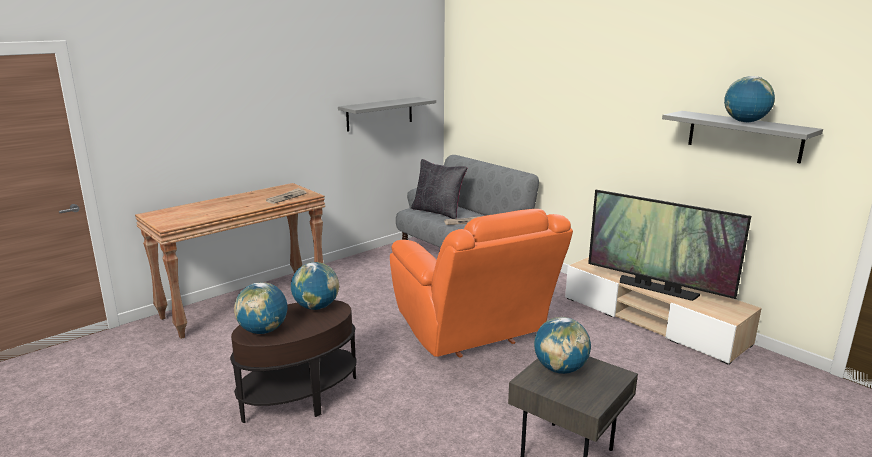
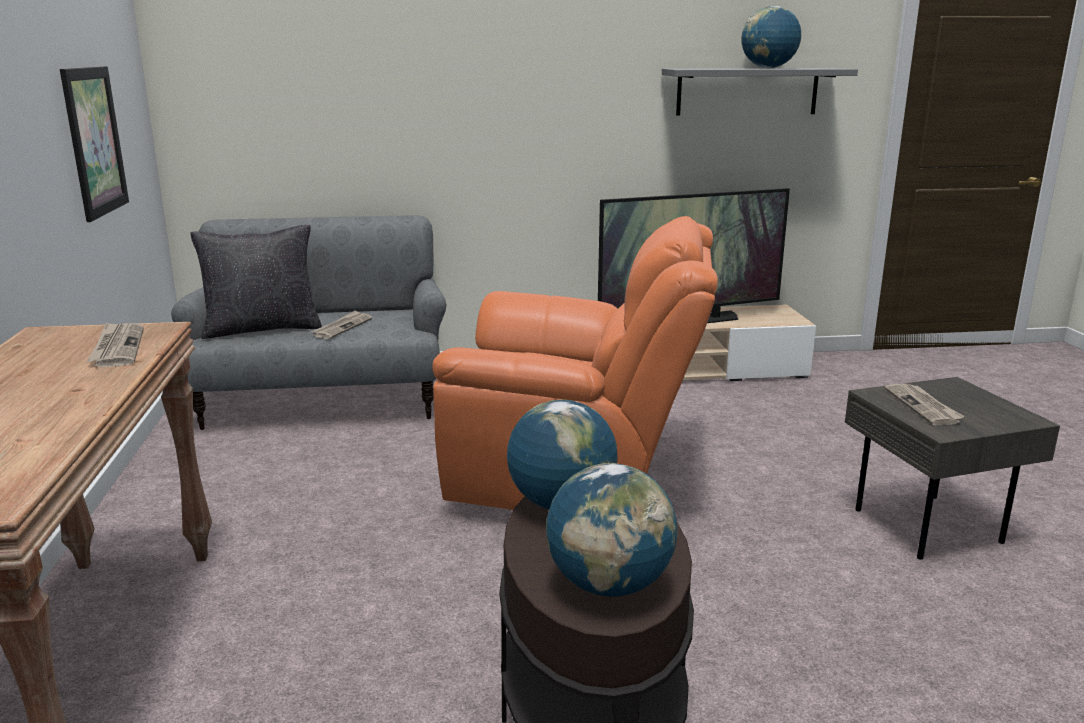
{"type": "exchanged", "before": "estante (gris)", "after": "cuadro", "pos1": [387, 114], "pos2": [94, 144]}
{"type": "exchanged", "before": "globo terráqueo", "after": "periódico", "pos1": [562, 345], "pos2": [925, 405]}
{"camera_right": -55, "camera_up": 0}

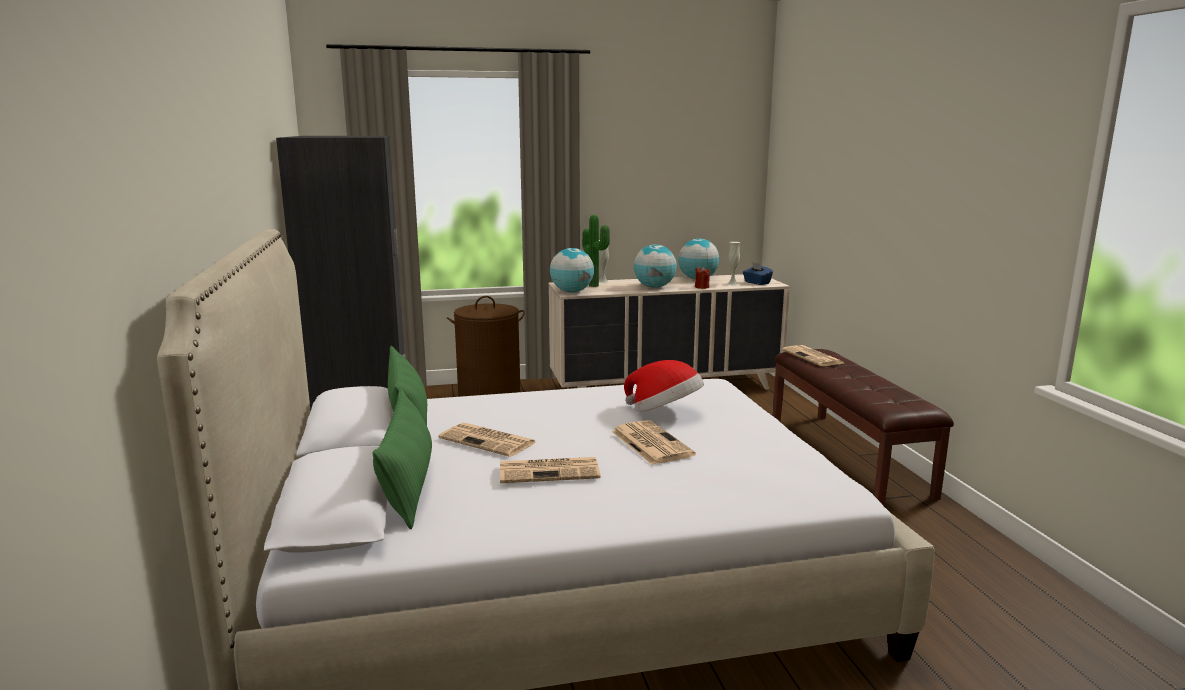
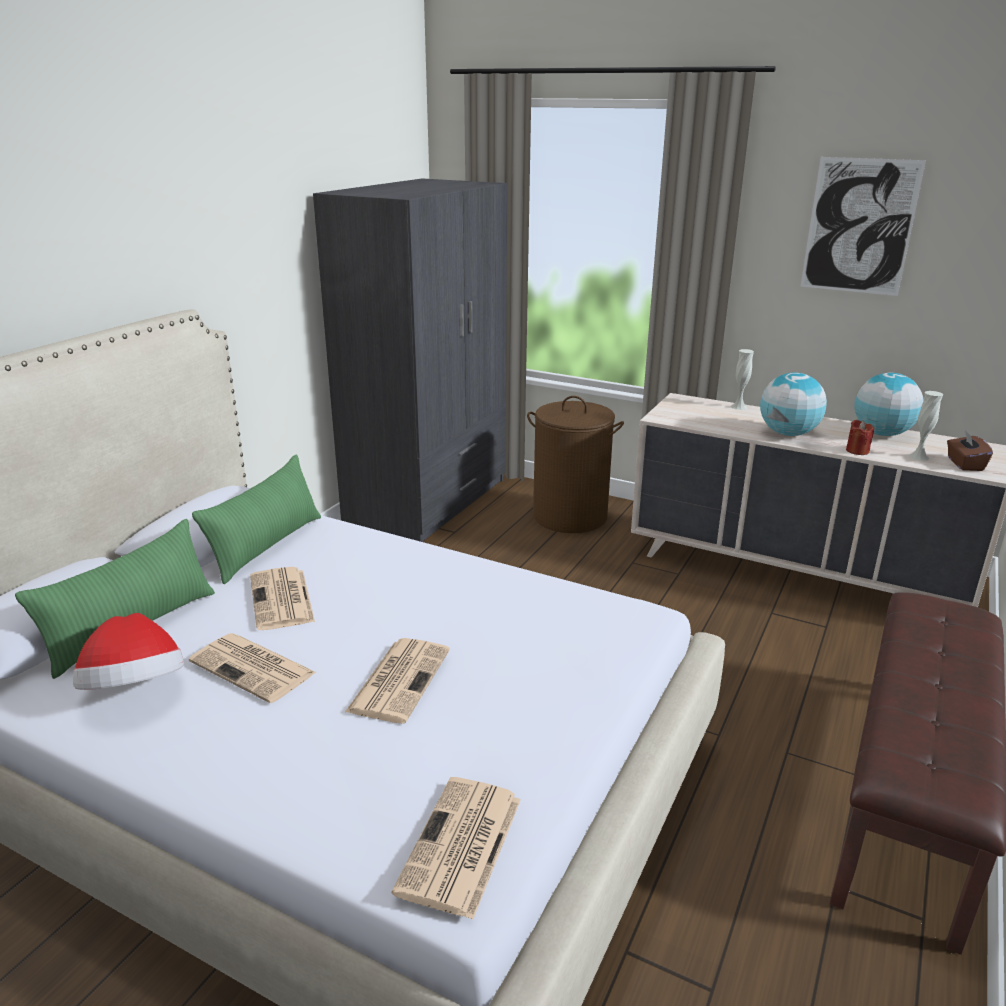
{"type": "missing", "before": "globo terráqueo", "pos1": [572, 270]}
{"type": "missing", "before": "planta en maceta", "pos1": [596, 251]}
{"type": "appeared", "after": "cuadro", "pos2": [863, 226]}
{"type": "relocated", "before": "sombrero", "pos1": [664, 386], "pos2": [128, 651]}
{"type": "relocated", "before": "periódico", "pos1": [812, 355], "pos2": [456, 848]}
{"type": "colour", "before": "caja de pañuelos (azul)", "after": "caja de pañuelos (marrón)", "pos1": [758, 273], "pos2": [970, 450]}
{"camera_right": 40, "camera_up": 10}

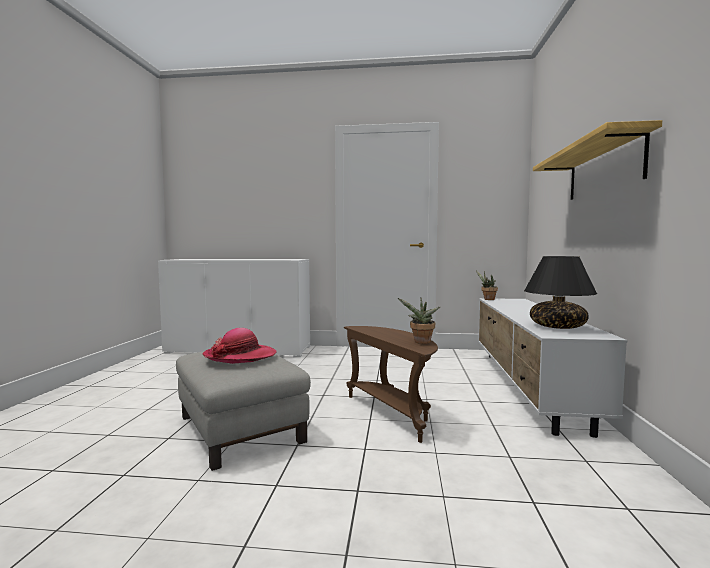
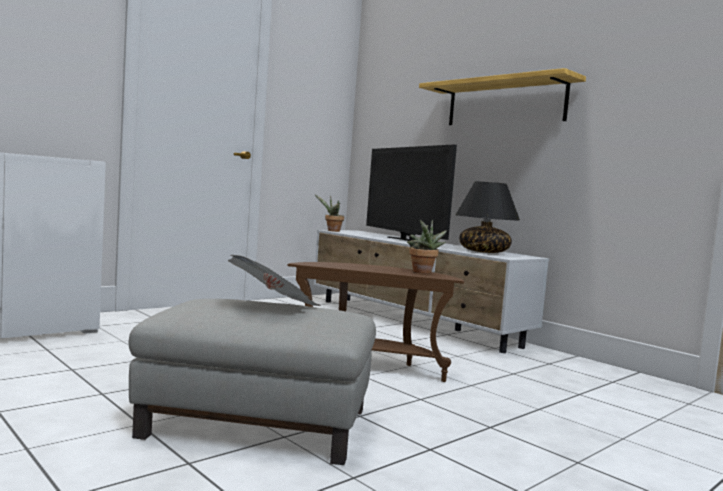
{"type": "appeared", "after": "televisor", "pos2": [411, 193]}
{"type": "exchanged", "before": "sombrero", "after": "periódico", "pos1": [239, 346], "pos2": [274, 280]}
{"camera_right": -50, "camera_up": 0}

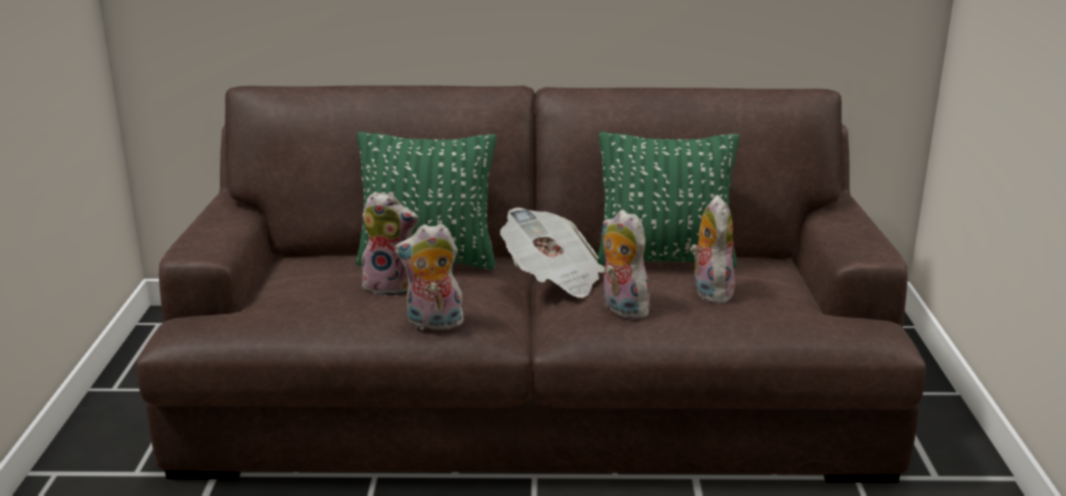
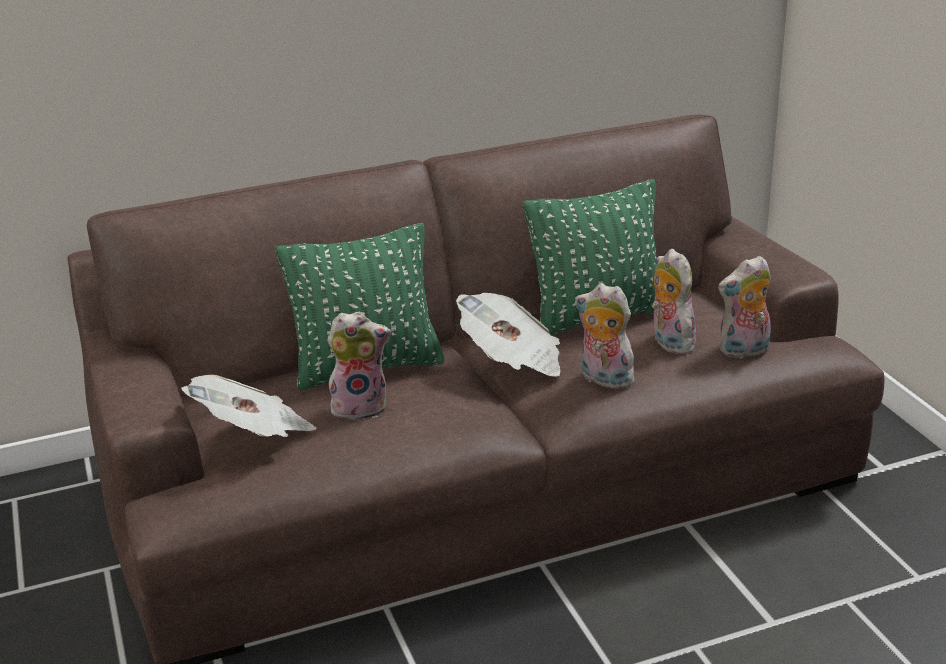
{"type": "appeared", "after": "periódico", "pos2": [248, 406]}
{"type": "relocated", "before": "peluche", "pos1": [429, 277], "pos2": [744, 307]}
{"camera_right": -20, "camera_up": 5}

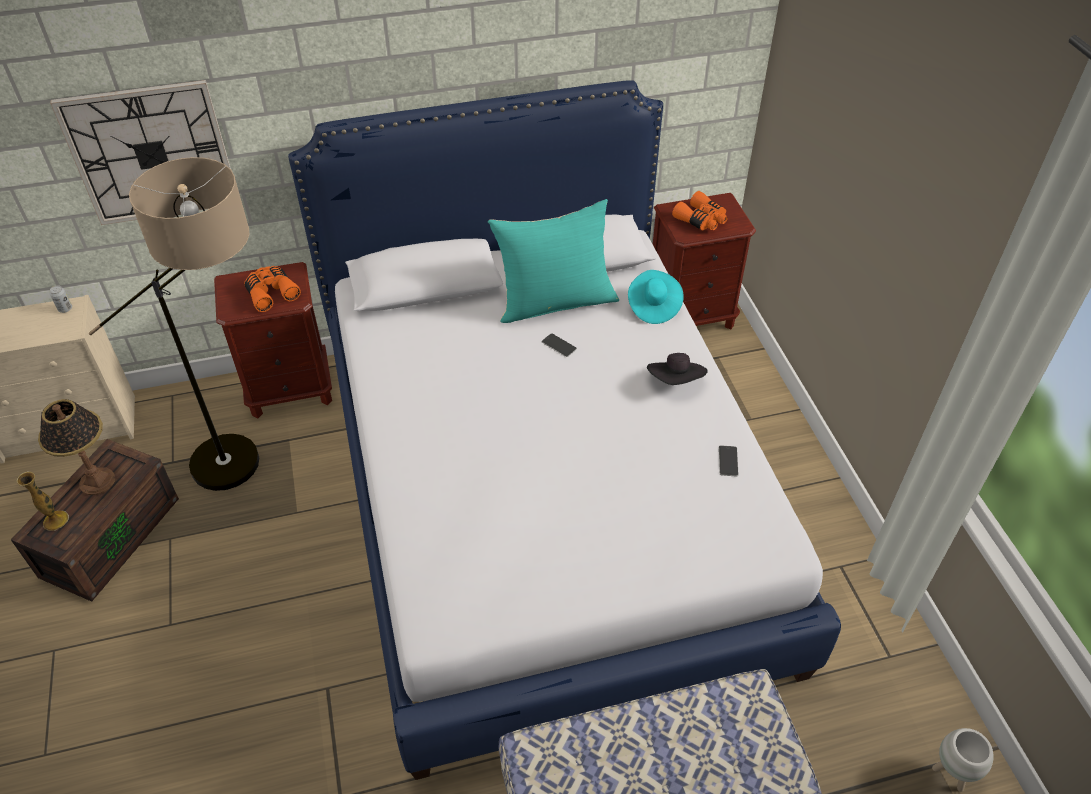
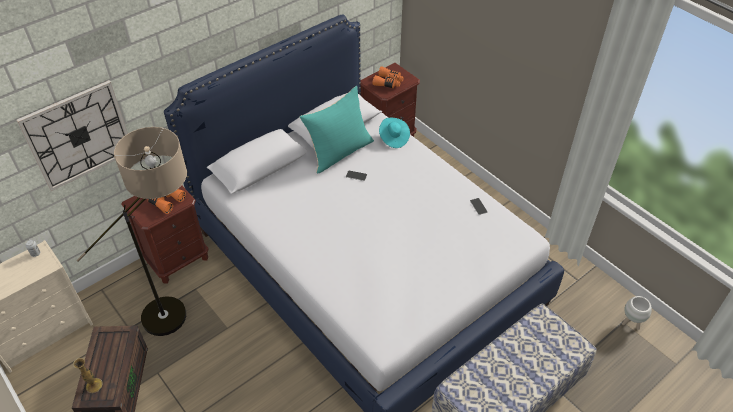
{"type": "missing", "before": "lámpara de mesa", "pos1": [76, 447]}
{"type": "missing", "before": "sombrero (negro)", "pos1": [677, 369]}
{"camera_right": -25, "camera_up": 0}

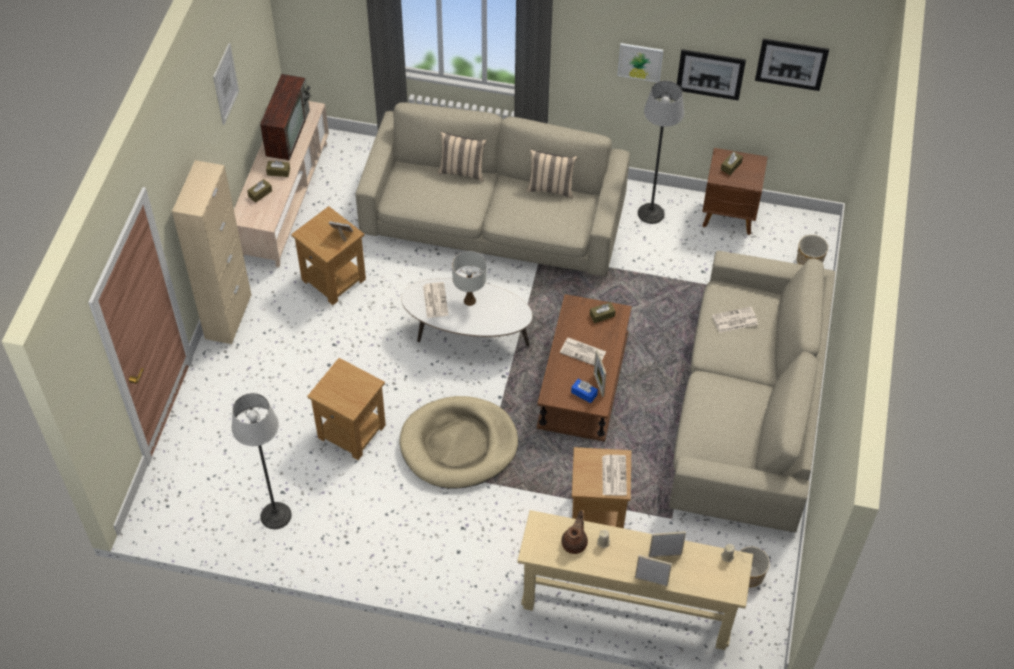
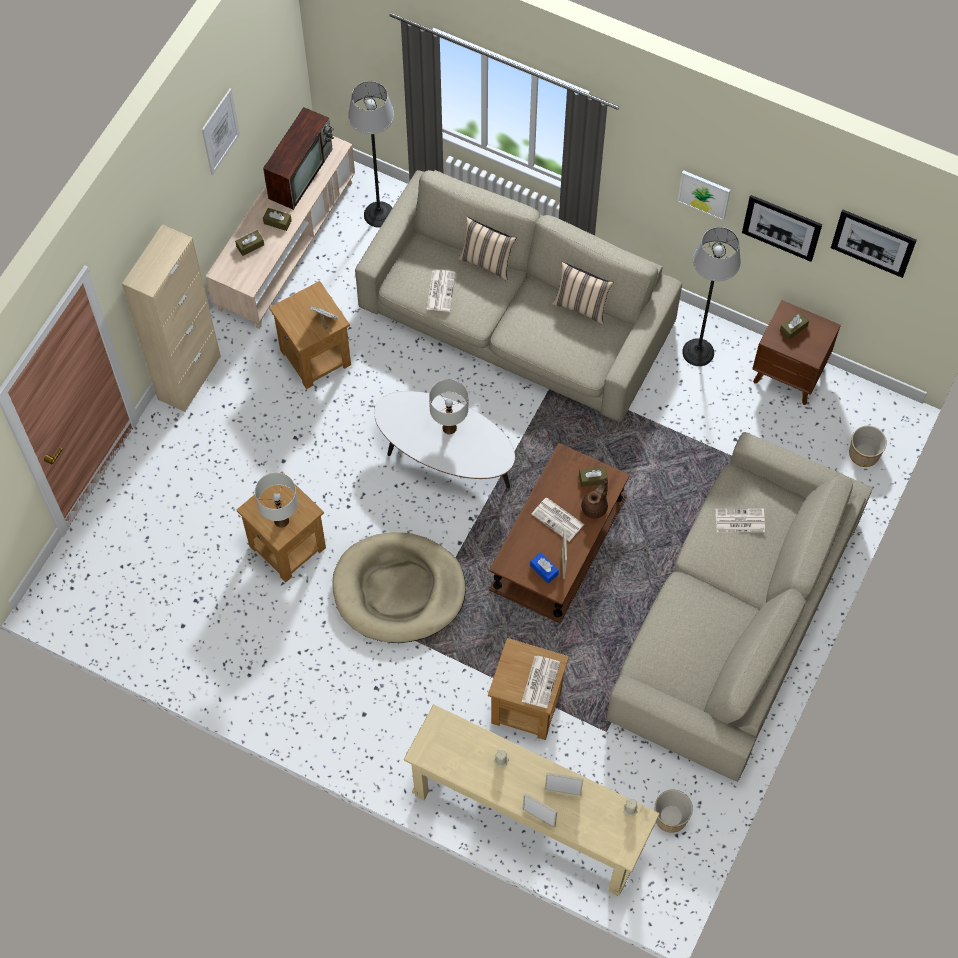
{"type": "appeared", "after": "lámpara de mesa (blanco)", "pos2": [276, 500]}
{"type": "relocated", "before": "lámpara de pie", "pos1": [262, 461], "pos2": [371, 154]}
{"type": "relocated", "before": "periódico", "pos1": [435, 300], "pos2": [441, 291]}
{"type": "relocated", "before": "tetera (marrón)", "pos1": [574, 532], "pos2": [594, 498]}
{"camera_right": 15, "camera_up": 10}

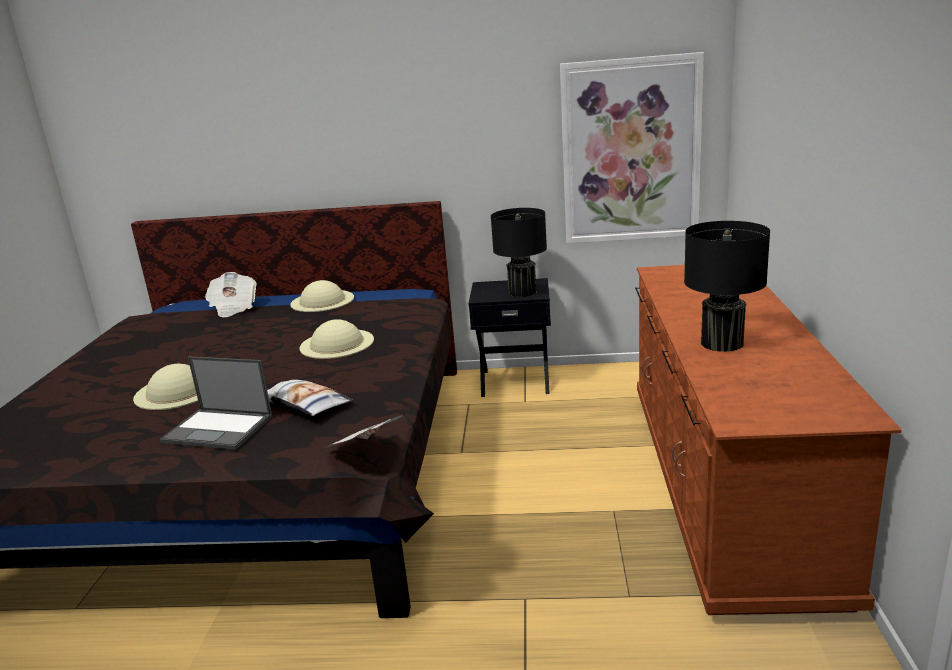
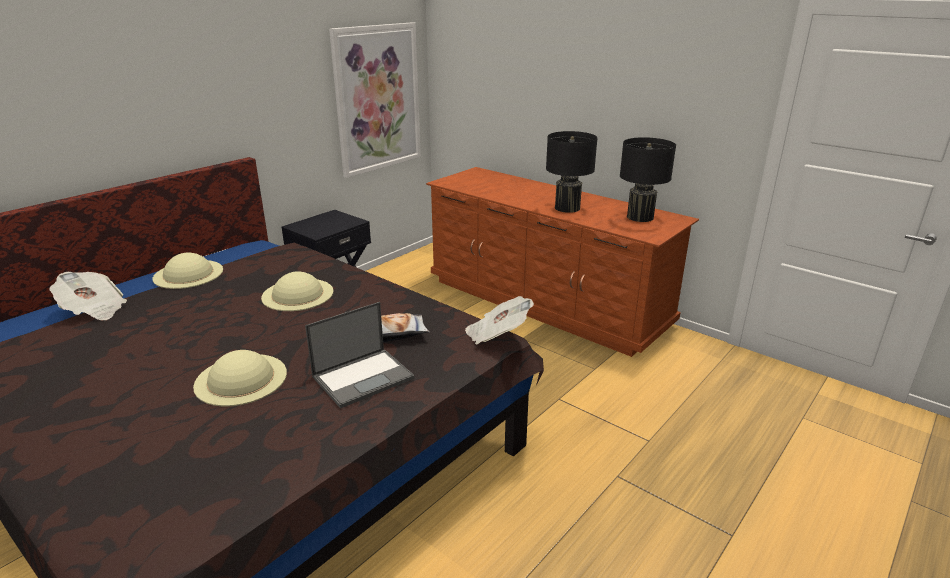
{"type": "relocated", "before": "lámpara de mesa (negro)", "pos1": [519, 252], "pos2": [648, 179]}
{"camera_right": -55, "camera_up": 5}

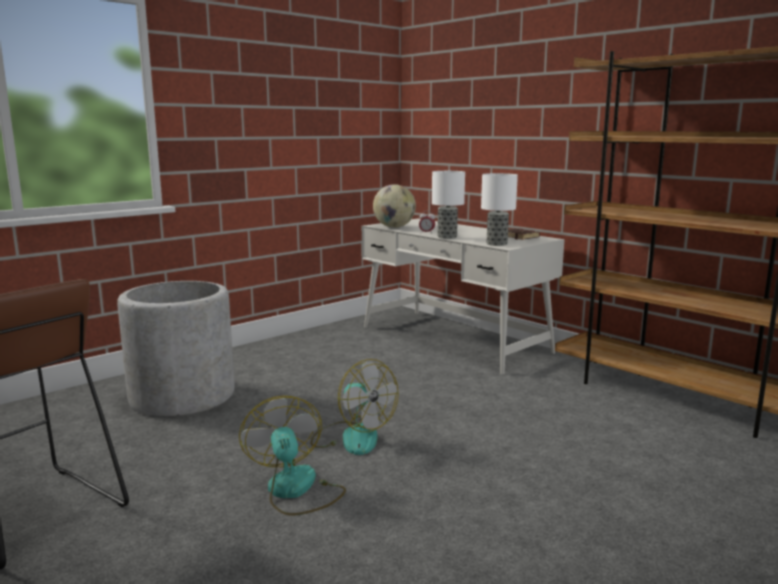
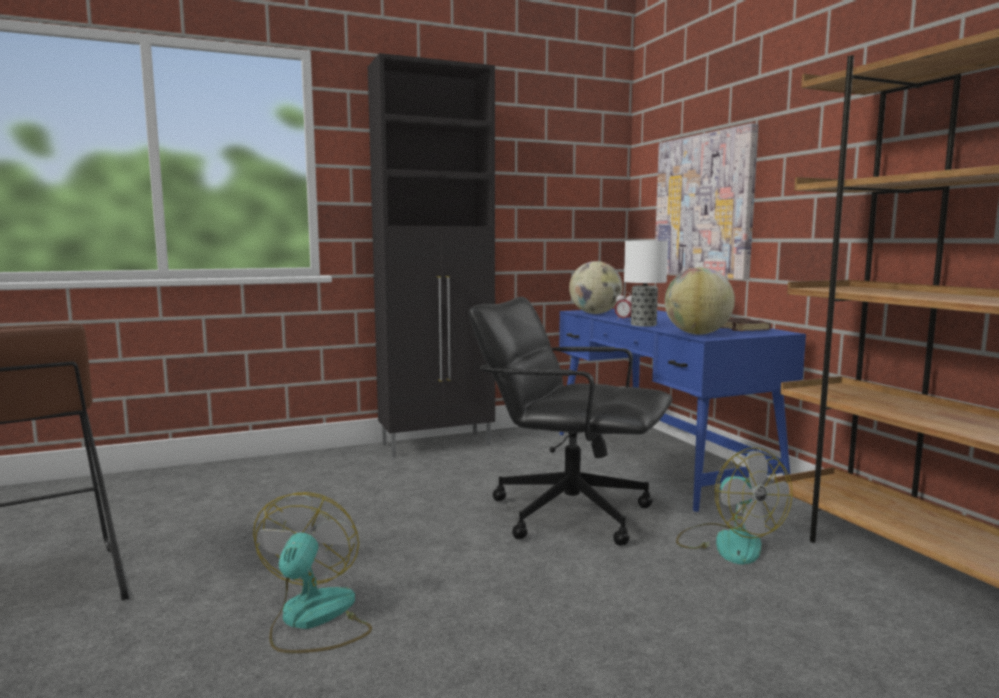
{"type": "missing", "before": "maceta (gris)", "pos1": [175, 348]}
{"type": "appeared", "after": "armario (negro)", "pos2": [431, 255]}
{"type": "appeared", "after": "silla de oficina (negro)", "pos2": [571, 421]}
{"type": "appeared", "after": "cuadro", "pos2": [707, 201]}
{"type": "relocated", "before": "ventilador", "pos1": [355, 407], "pos2": [734, 506]}
{"type": "exchanged", "before": "lámpara de mesa", "after": "globo terráqueo", "pos1": [499, 209], "pos2": [700, 301]}
{"type": "colour", "before": "escritorio (blanco)", "after": "escritorio (azul)", "pos1": [463, 296], "pos2": [682, 410]}
{"camera_right": 20, "camera_up": -5}

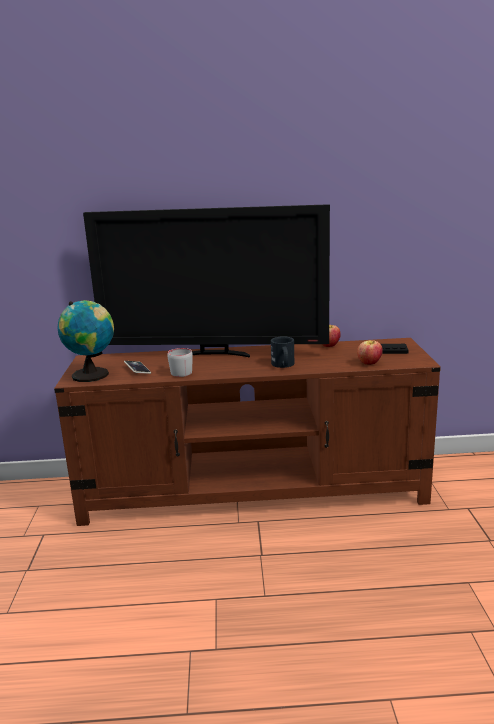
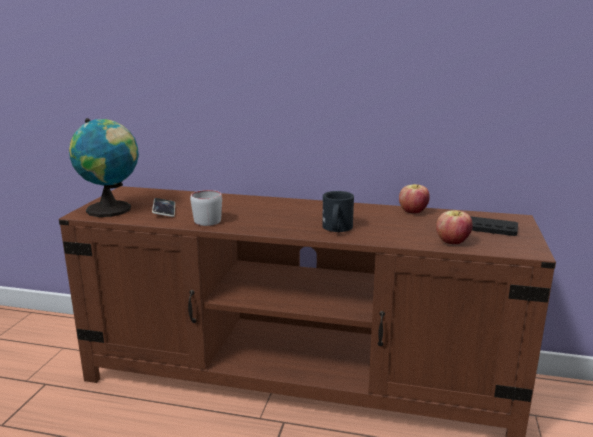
{"type": "missing", "before": "televisor", "pos1": [206, 281]}
{"camera_right": 15, "camera_up": 0}

